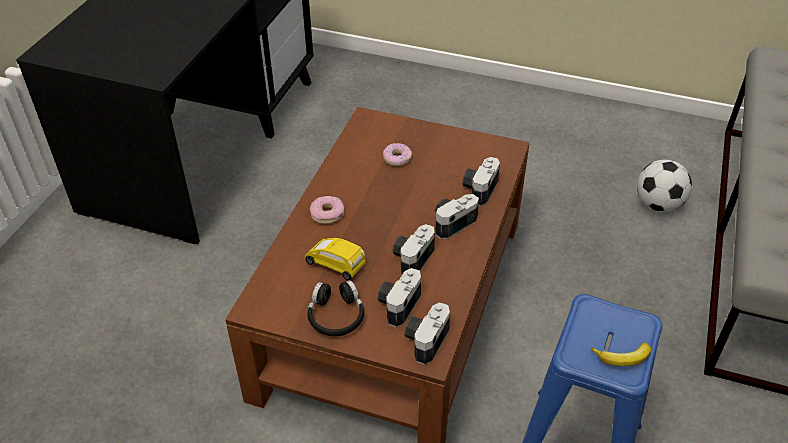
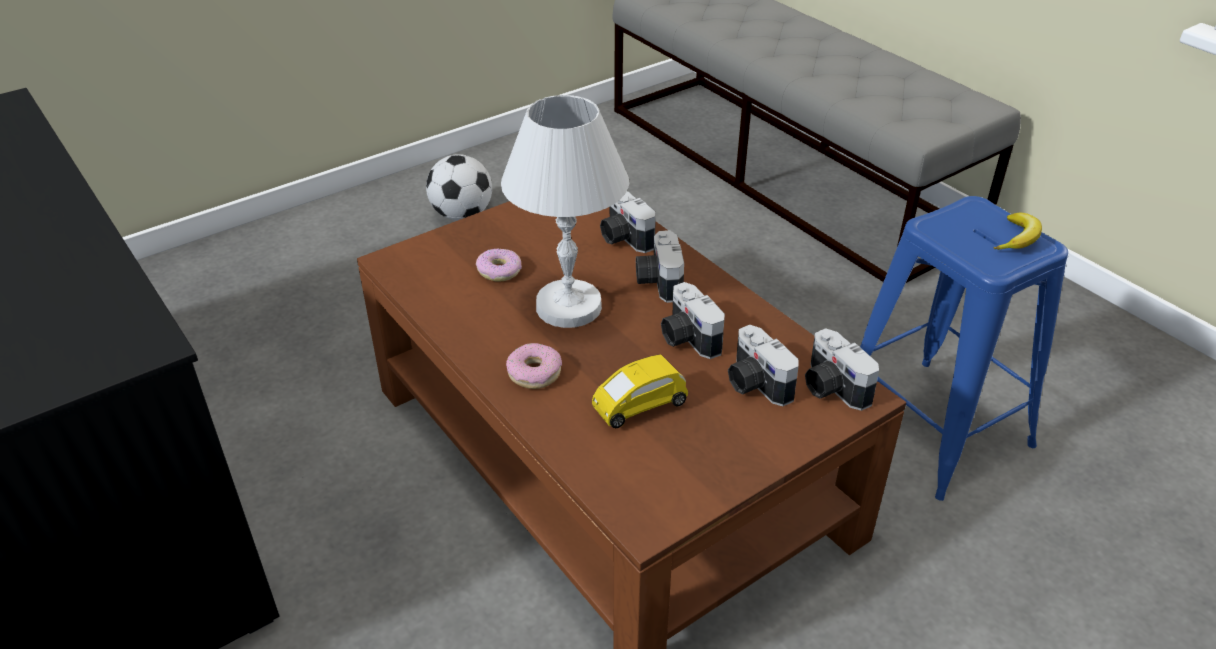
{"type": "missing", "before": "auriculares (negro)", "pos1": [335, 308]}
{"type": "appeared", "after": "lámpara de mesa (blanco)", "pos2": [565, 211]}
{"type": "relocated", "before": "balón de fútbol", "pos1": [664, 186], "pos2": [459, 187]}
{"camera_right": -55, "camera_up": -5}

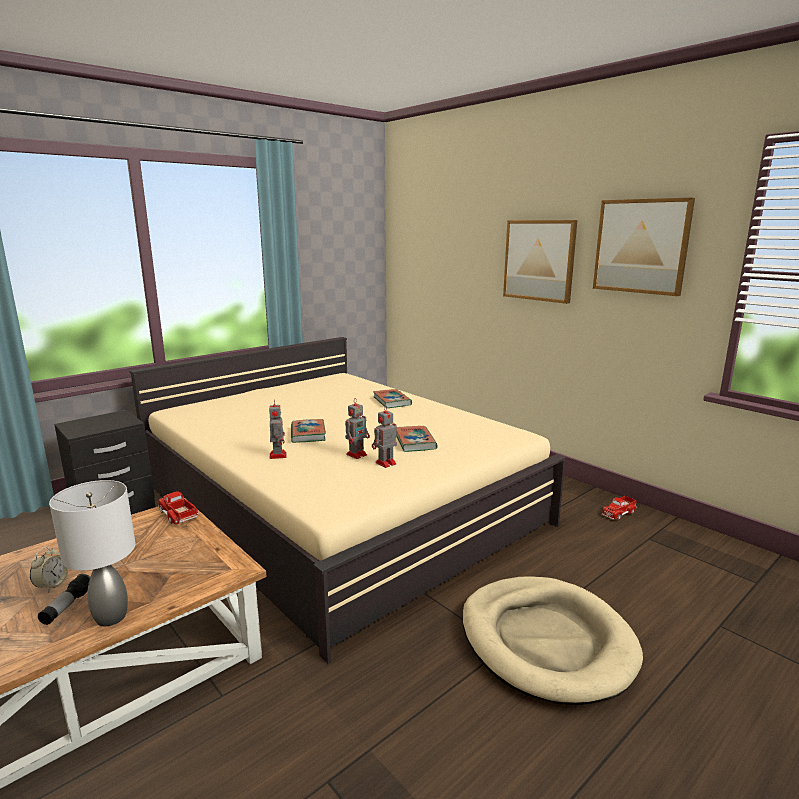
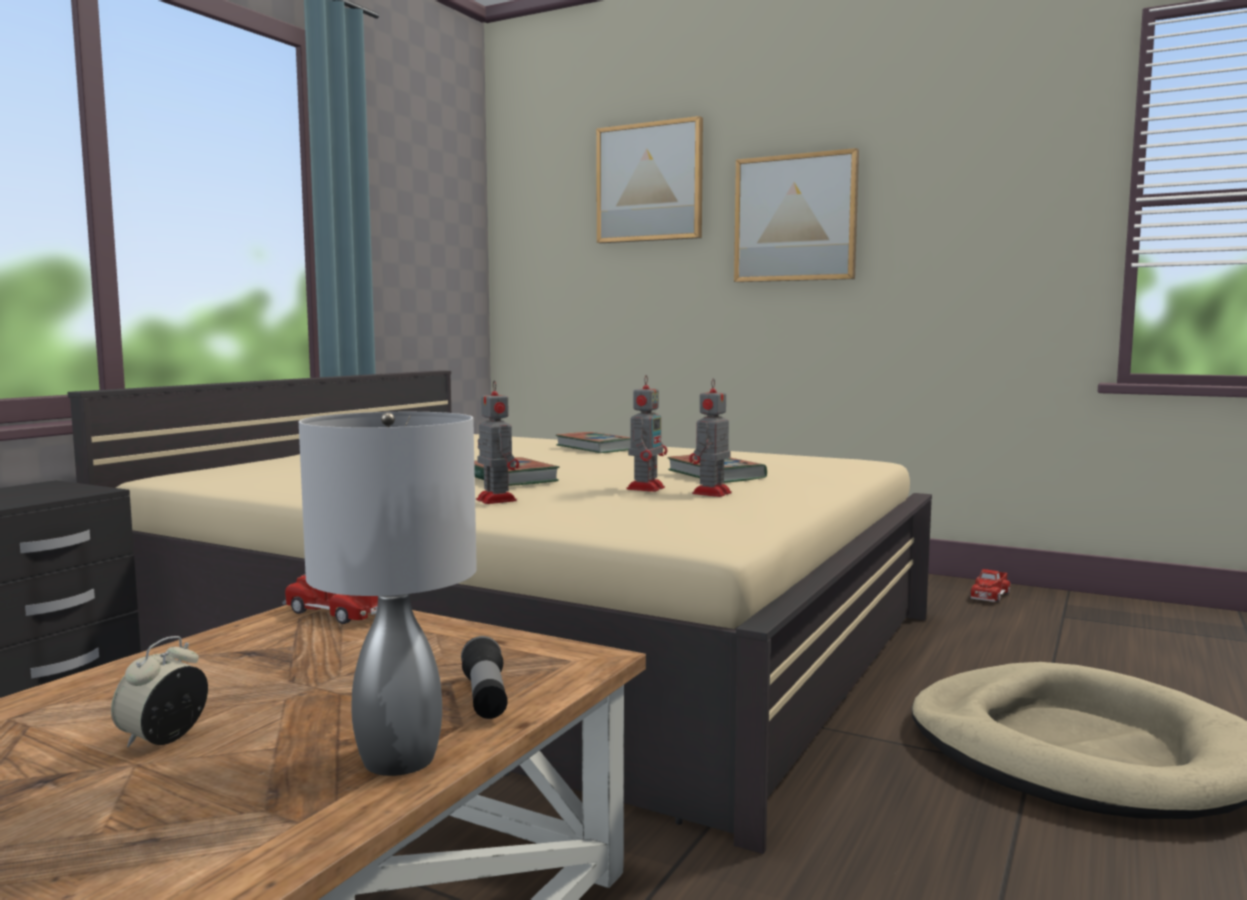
{"type": "relocated", "before": "linterna", "pos1": [64, 599], "pos2": [484, 677]}
{"type": "relocated", "before": "cuadro", "pos1": [644, 246], "pos2": [649, 179]}
{"type": "spun", "before": "despertador", "pos1": [49, 570], "pos2": [159, 691], "turn": -150}
{"camera_right": -20, "camera_up": -10}

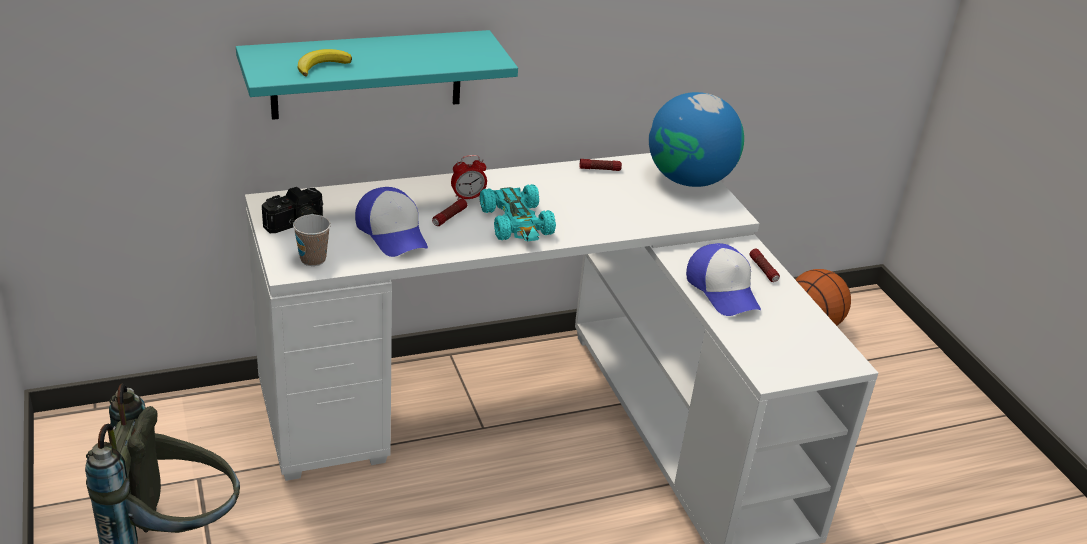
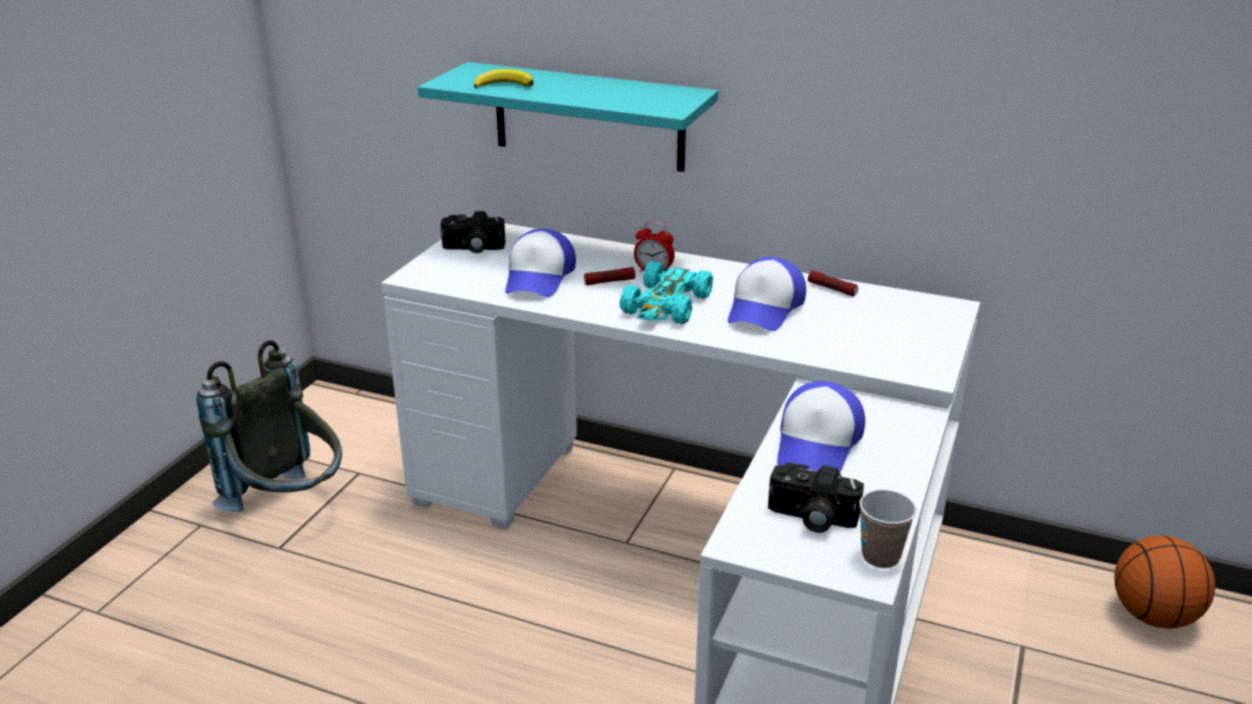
{"type": "missing", "before": "globo terráqueo", "pos1": [696, 139]}
{"type": "missing", "before": "linterna", "pos1": [764, 265]}
{"type": "appeared", "after": "gorra", "pos2": [767, 294]}
{"type": "appeared", "after": "cámara", "pos2": [816, 498]}
{"type": "relocated", "before": "taza", "pos1": [312, 240], "pos2": [888, 528]}
{"camera_right": 45, "camera_up": -5}

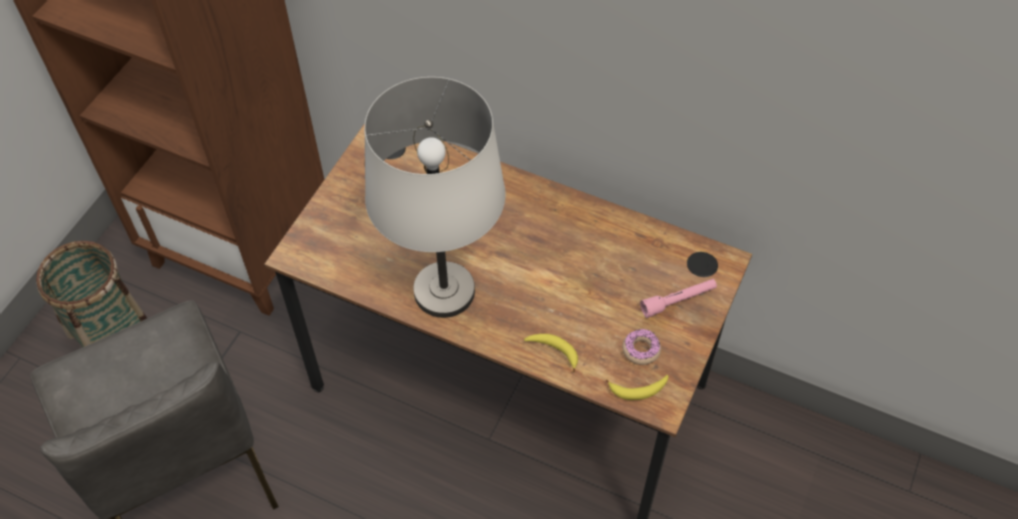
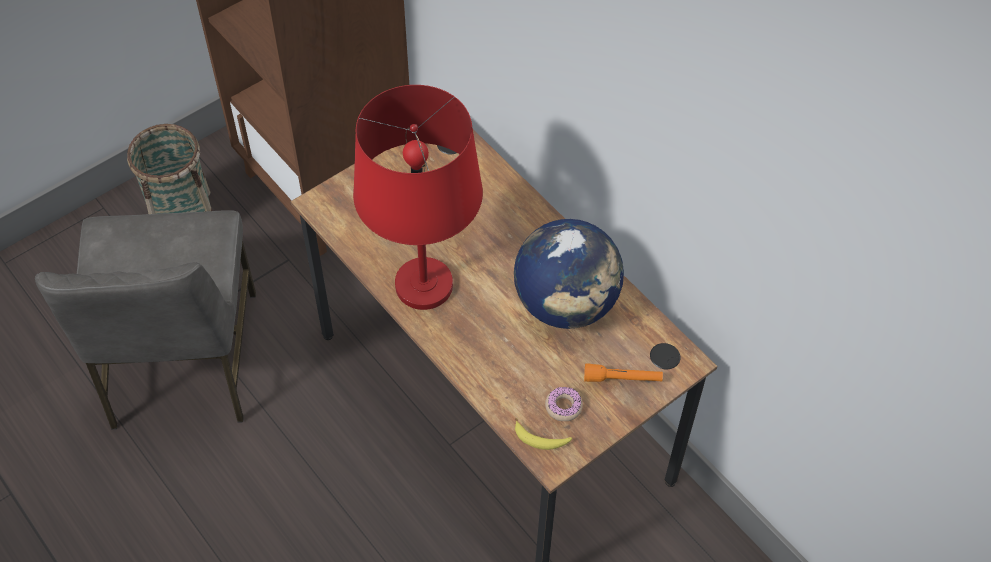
{"type": "missing", "before": "plátano", "pos1": [551, 353]}
{"type": "appeared", "after": "globo terráqueo", "pos2": [569, 274]}
{"type": "colour", "before": "lámpara de mesa (blanco)", "after": "lámpara de mesa (rojo)", "pos1": [435, 197], "pos2": [418, 197]}
{"type": "colour", "before": "linterna (rosa)", "after": "linterna (naranja)", "pos1": [678, 298], "pos2": [623, 372]}
{"camera_right": 25, "camera_up": 0}

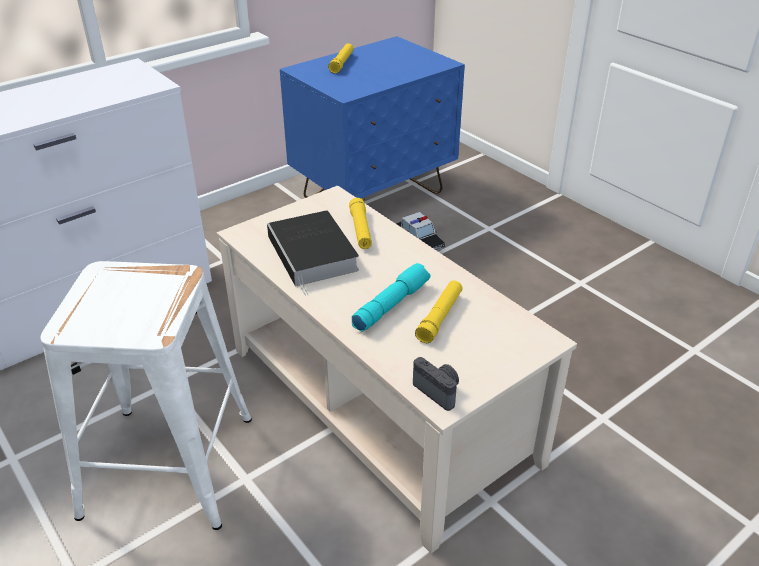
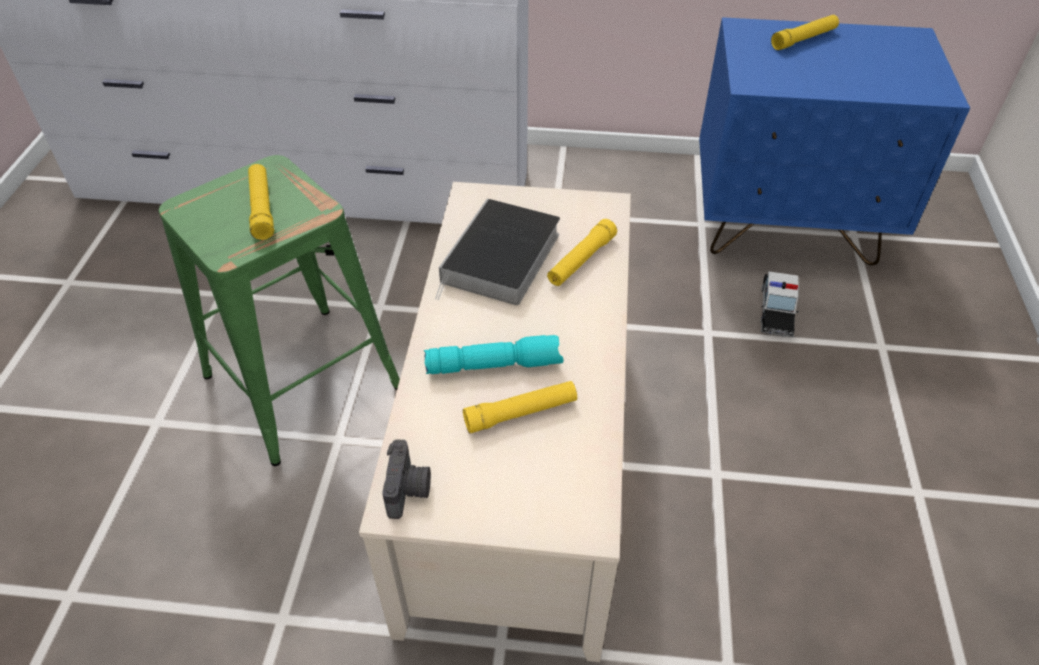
{"type": "appeared", "after": "linterna (amarillo)", "pos2": [261, 202]}
{"type": "colour", "before": "taburete (blanco)", "after": "taburete (verde)", "pos1": [146, 395], "pos2": [279, 310]}
{"camera_right": 45, "camera_up": 10}

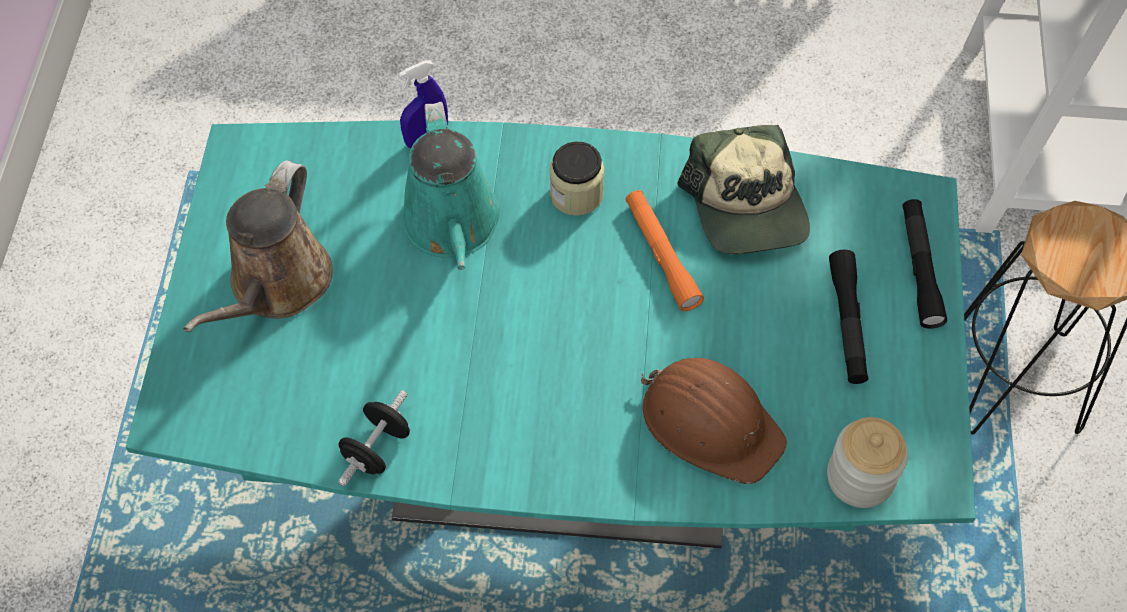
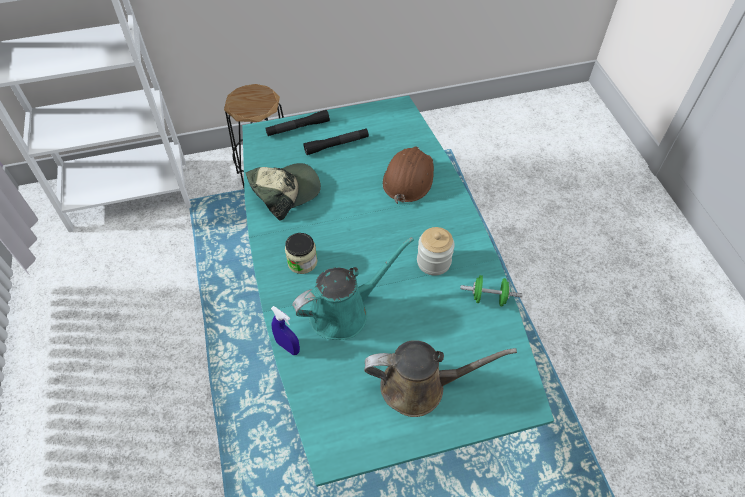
{"type": "missing", "before": "linterna (naranja)", "pos1": [664, 250]}
{"type": "relocated", "before": "tarro", "pos1": [867, 462], "pos2": [436, 251]}
{"type": "colour", "before": "mancuerna (negro)", "after": "mancuerna (verde)", "pos1": [374, 438], "pos2": [491, 290]}
{"camera_right": -110, "camera_up": -5}

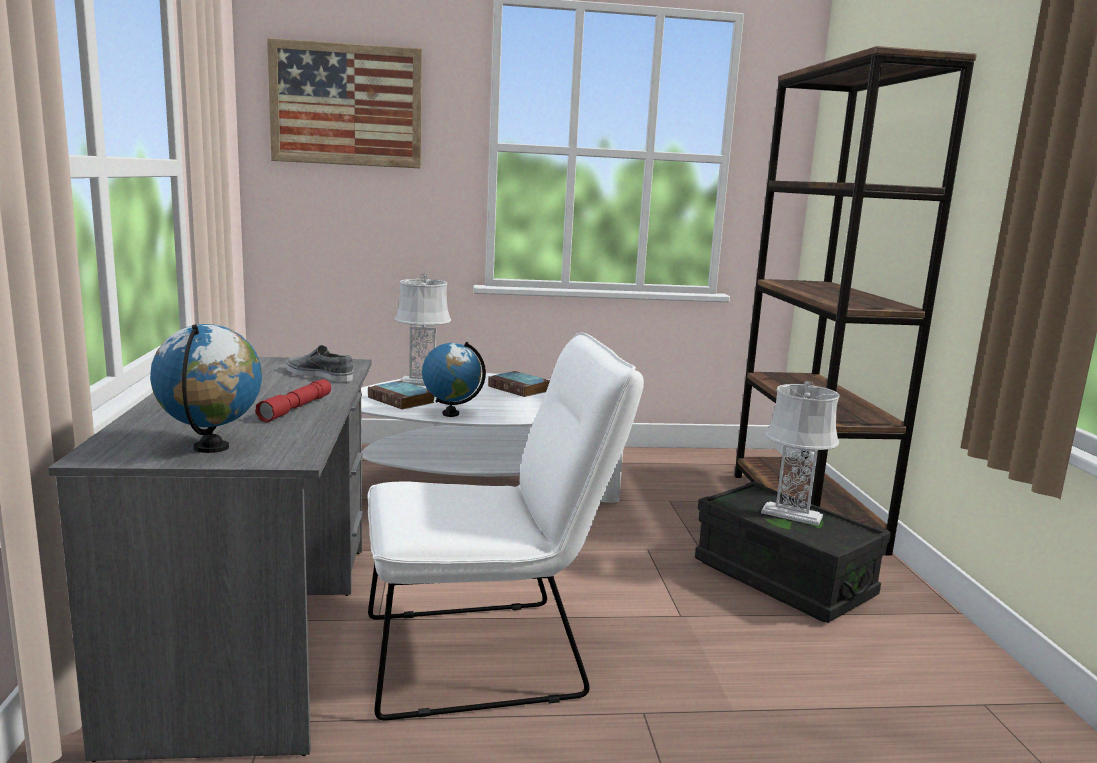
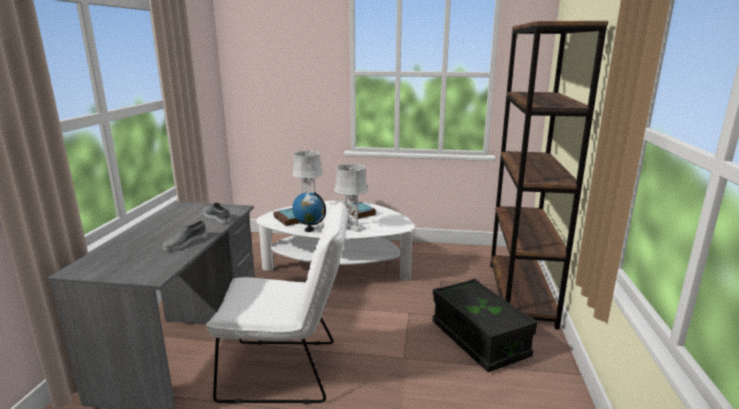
{"type": "missing", "before": "globo terráqueo", "pos1": [206, 388]}
{"type": "missing", "before": "cuadro", "pos1": [344, 103]}
{"type": "relocated", "before": "lámpara de mesa (gris)", "pos1": [800, 453], "pos2": [351, 197]}
{"type": "exchanged", "before": "linterna (rojo)", "after": "zapato (gris)", "pos1": [293, 400], "pos2": [185, 235]}
{"camera_right": 15, "camera_up": 5}

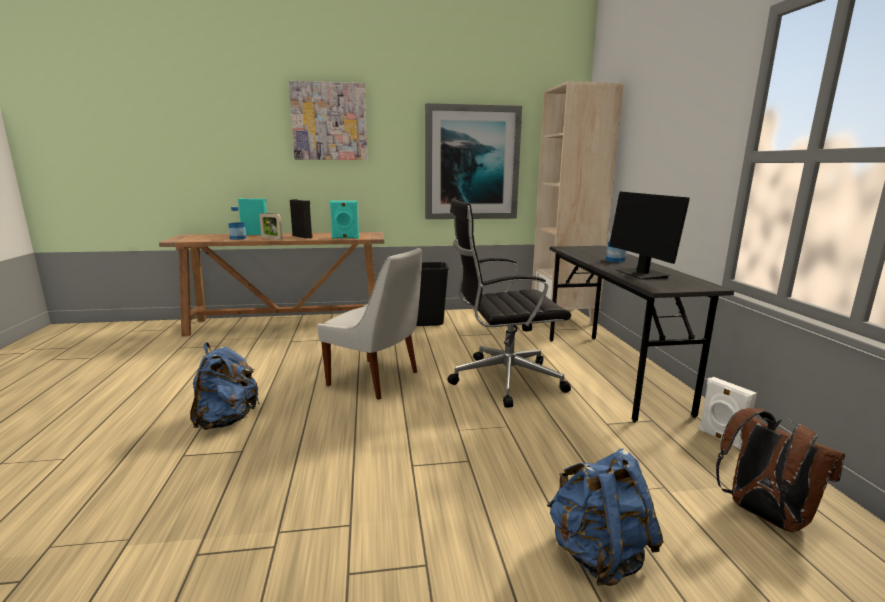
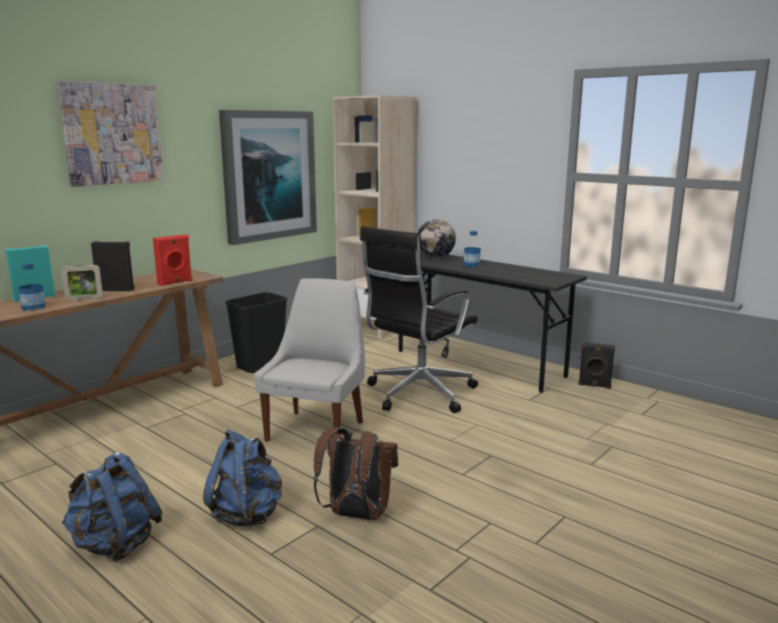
{"type": "missing", "before": "monitor", "pos1": [649, 235]}
{"type": "appeared", "after": "globo terráqueo", "pos2": [437, 239]}
{"type": "relocated", "before": "mochila (azul)", "pos1": [605, 517], "pos2": [112, 507]}
{"type": "relocated", "before": "mochila (marrón)", "pos1": [780, 470], "pos2": [356, 473]}
{"type": "colour", "before": "altavoz (turquesa)", "after": "altavoz (rojo)", "pos1": [344, 220], "pos2": [172, 260]}
{"type": "colour", "before": "altavoz (blanco)", "after": "altavoz (negro)", "pos1": [728, 413], "pos2": [596, 365]}
{"type": "spun", "before": "silla (blanco)", "pos1": [369, 324], "pos2": [309, 360], "turn": -60}
{"camera_right": -40, "camera_up": 0}

